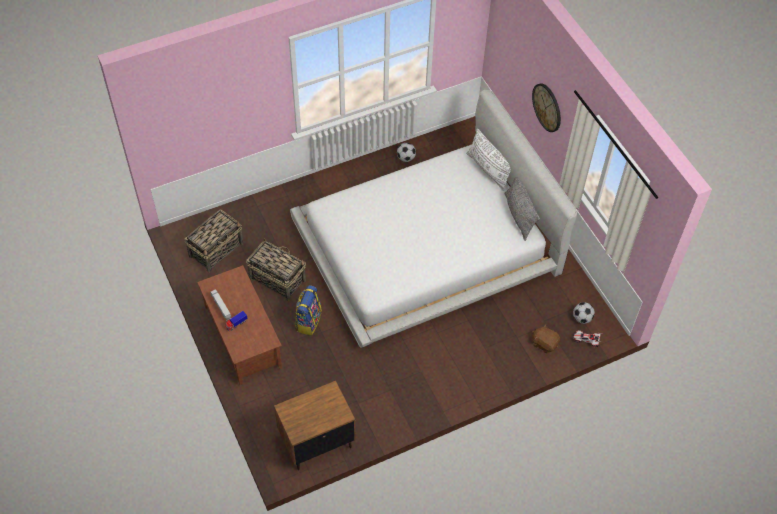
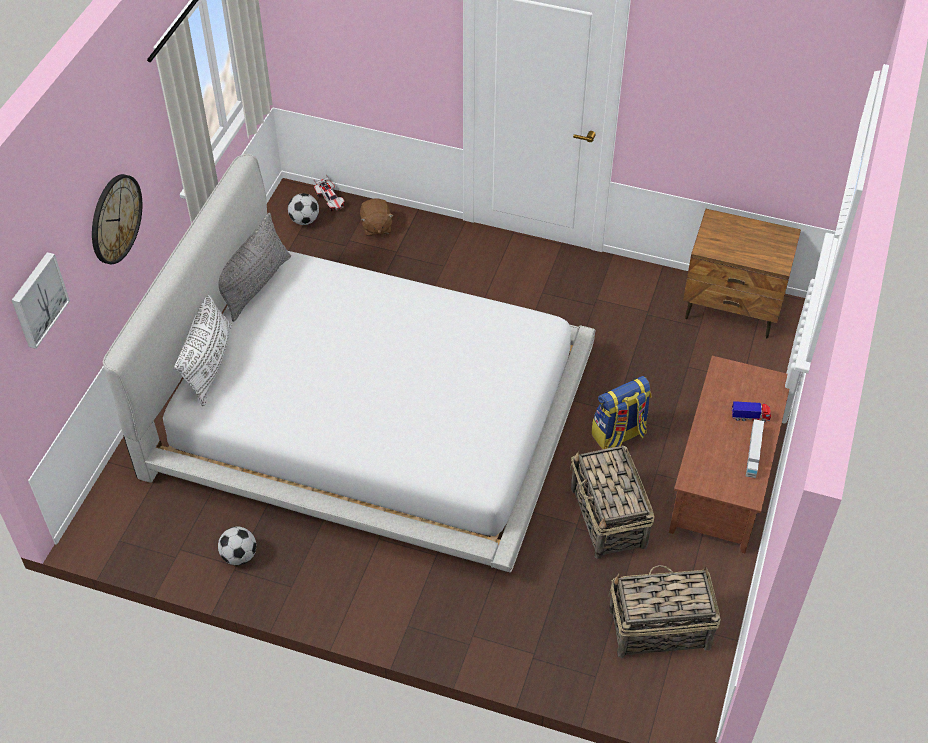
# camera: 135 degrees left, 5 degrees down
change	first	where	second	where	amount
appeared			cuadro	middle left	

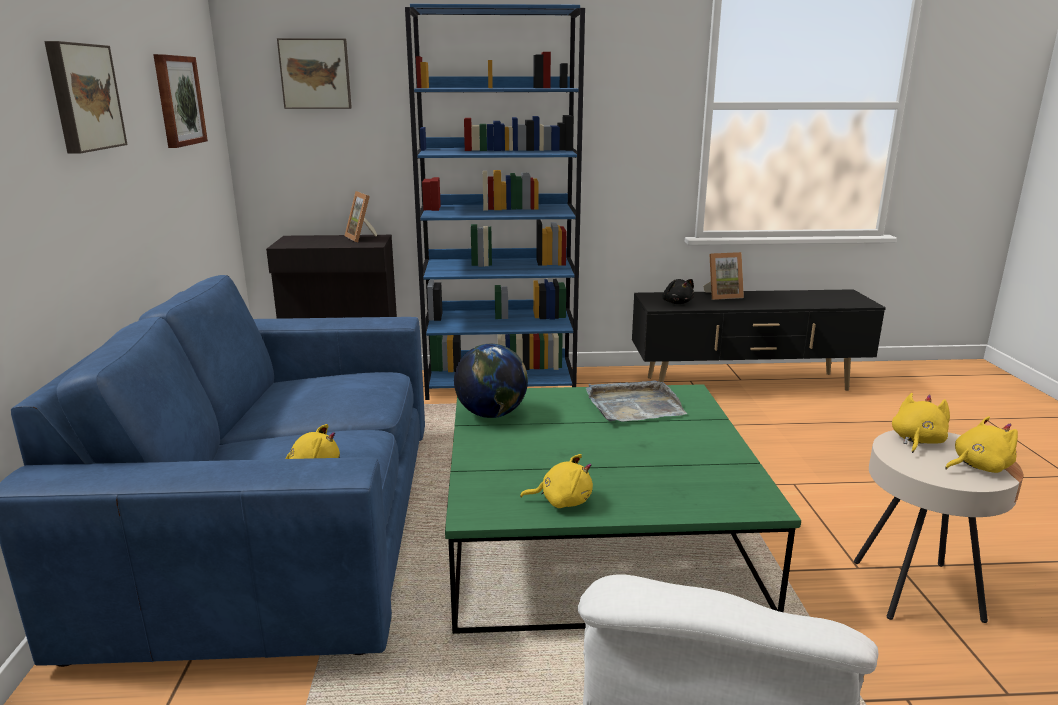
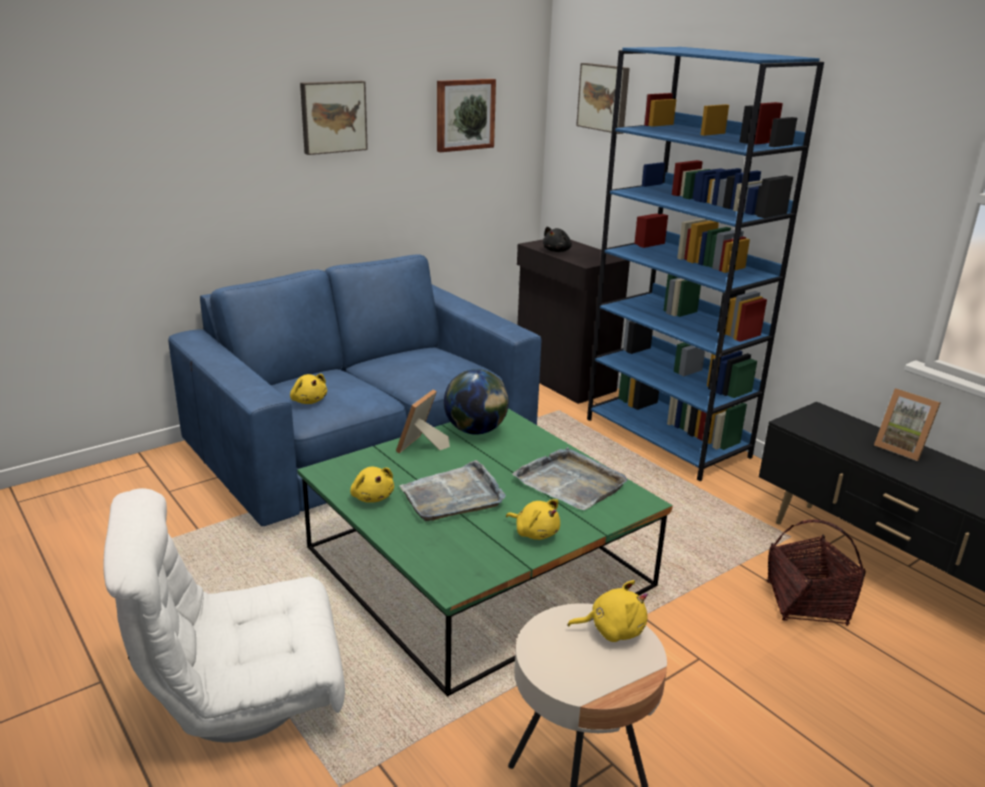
# camera: 55 degrees right, 5 degrees up
change	first	where	second	where	amount
relocated	portarretratos (no. 1 from left)	top centre		centre	
relocated	peluche [negro]	centre		top centre	
relocated	peluche [amarillo] (no. 4 from left in the first image)	middle right	peluche [amarillo] (no. 3 from left)	centre	
appeared			bandeja [gris] (no. 1 from left)	centre	
appeared			cesta	bottom right	

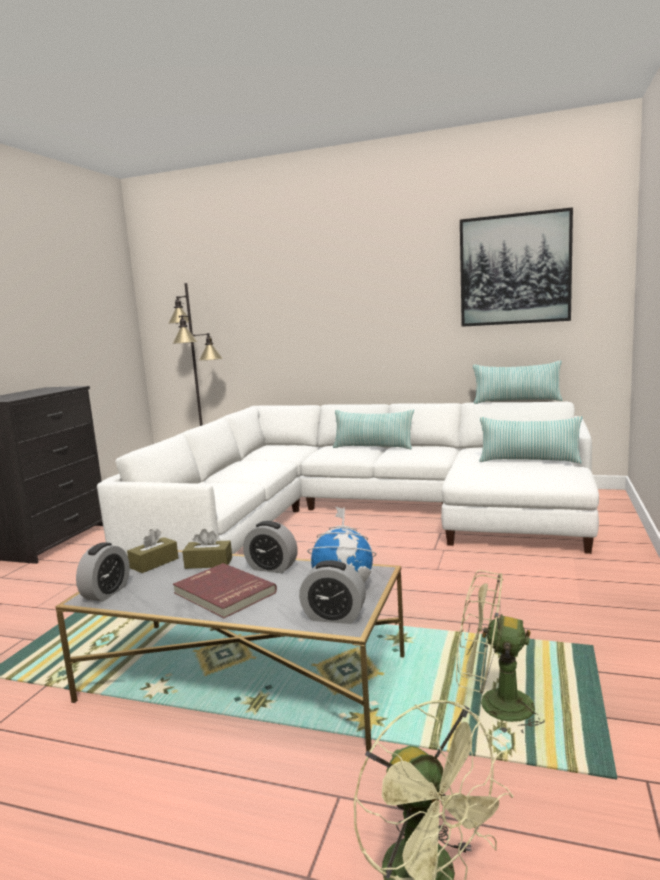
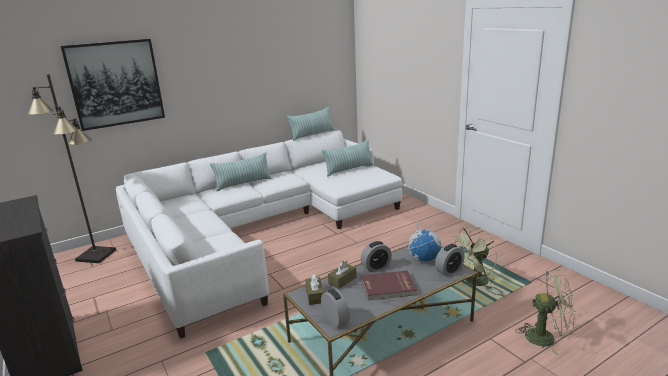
# camera: 50 degrees left, 10 degrees up
change	first	where	second	where	amount
relocated	cuadro	top right		top left	

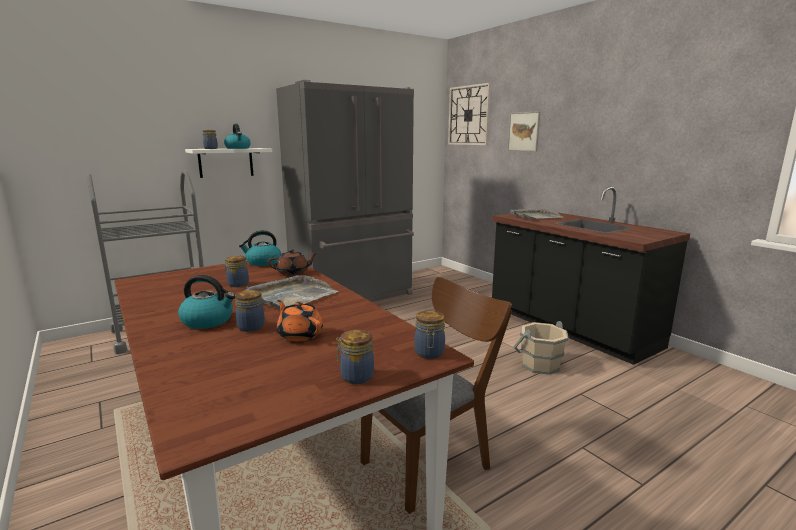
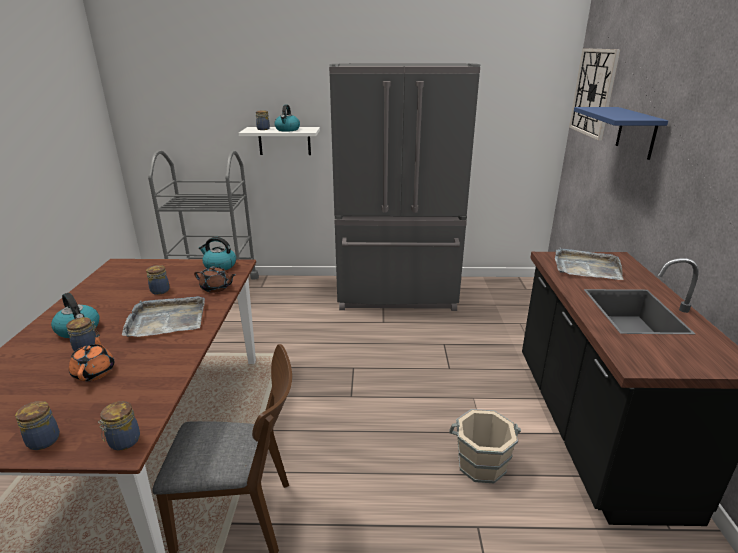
# camera: 35 degrees right, 10 degrees up
change	first	where	second	where	amount
exchanged	cuadro	top centre	estante [azul]	top right	

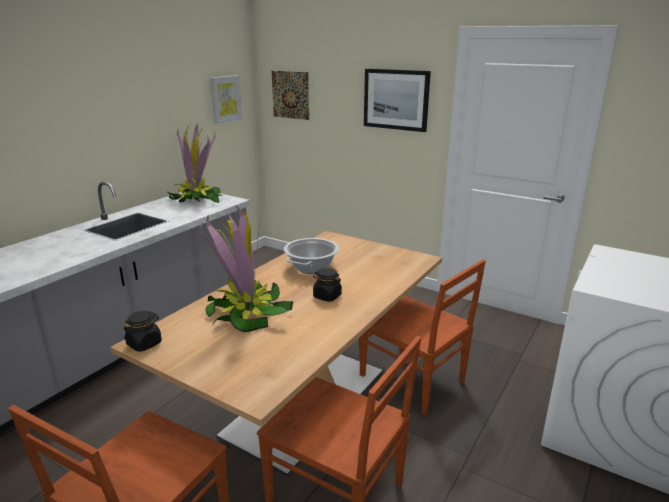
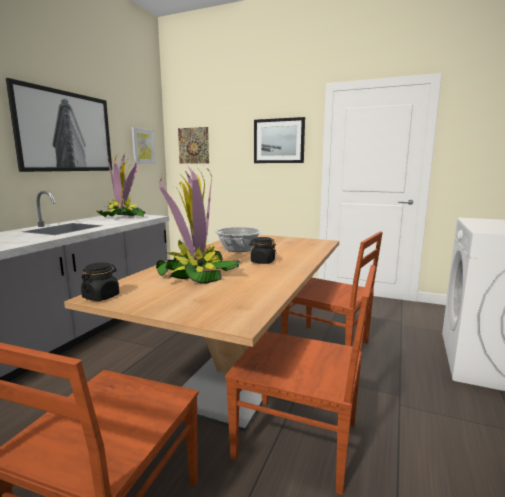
# camera: 10 degrees left, 10 degrees down
change	first	where	second	where	amount
appeared			cuadro (no. 1 from left)	top left	

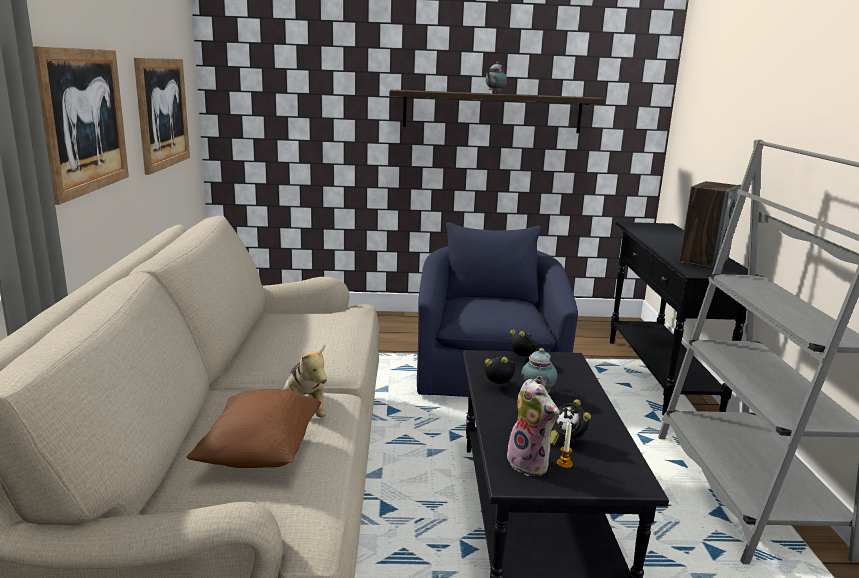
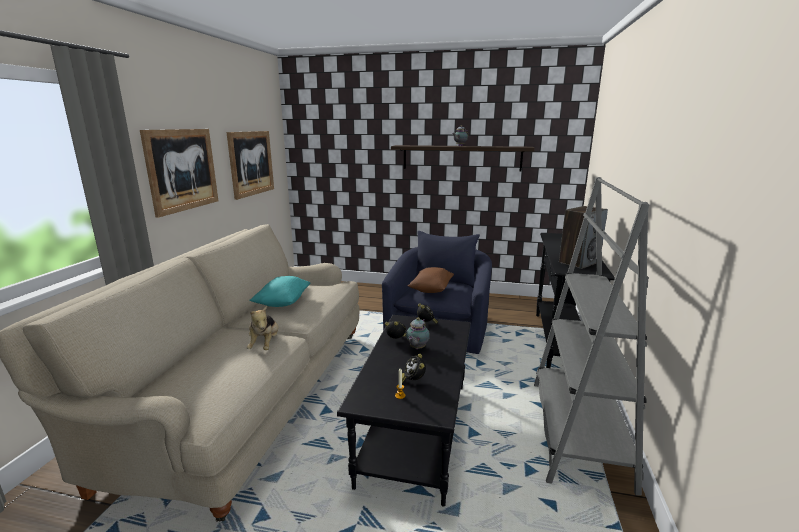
# camera: 15 degrees right, 0 degrees up
change	first	where	second	where	amount
relocated	cojín [marrón]	bottom left		centre	
missing	peluche (no. 2 from left)	bottom centre			
appeared			cojín [turquesa]	centre	

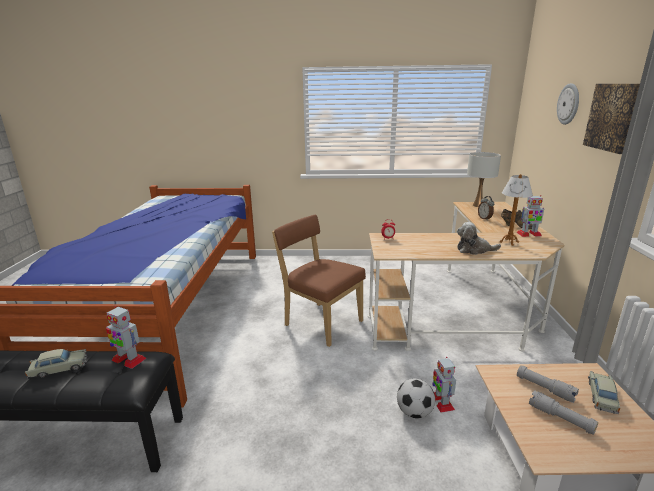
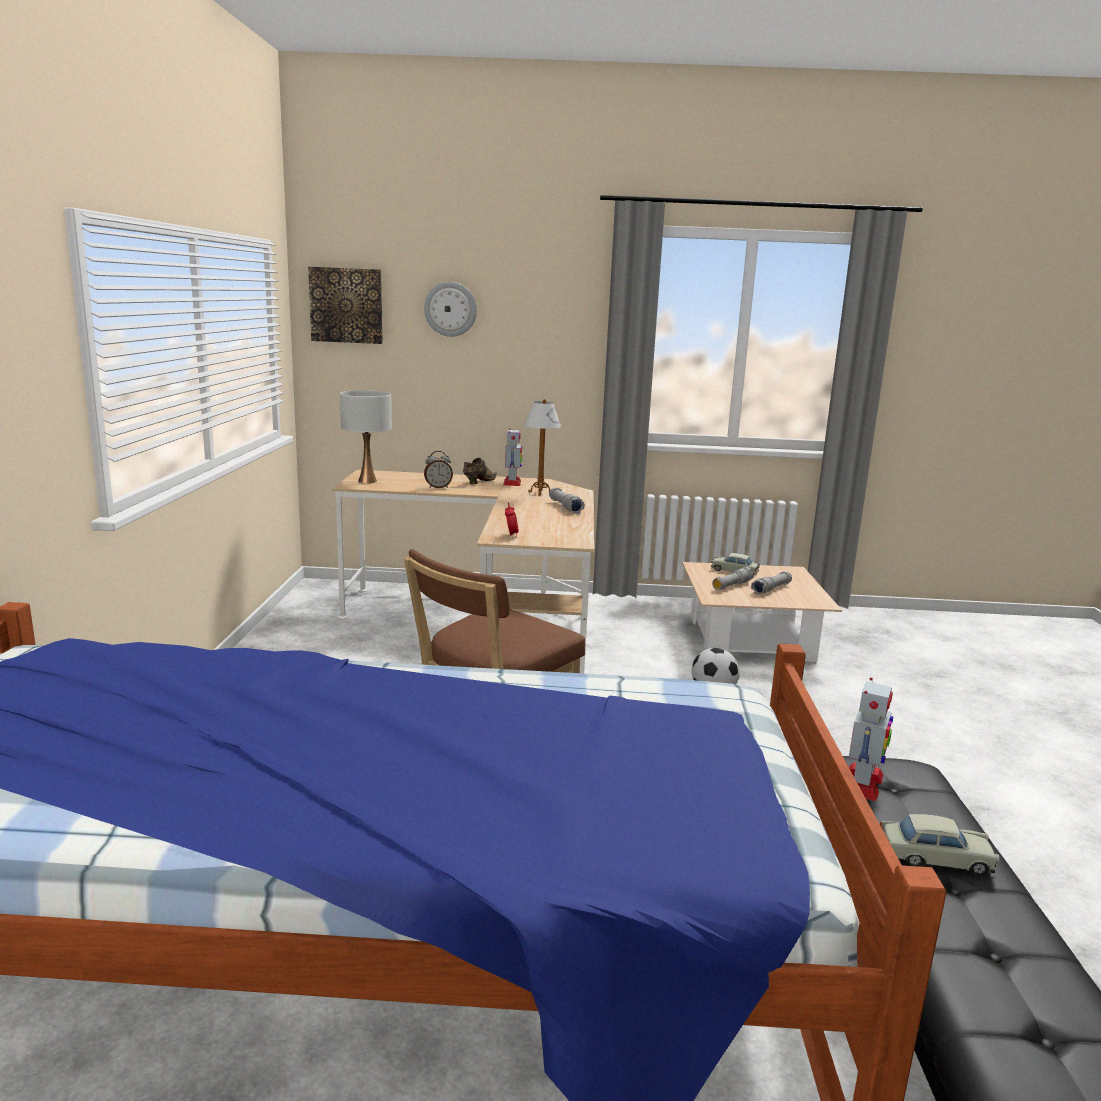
# camera: 90 degrees left, 5 degrees down
change	first	where	second	where	amount
spun	coche de juguete [beis] (no. 1 from left in the first image)	bottom left	coche de juguete [beis] (no. 2 from left)	bottom right	120 degrees clockwise
missing	robot de juguete (no. 2 from left)	bottom right			
exchanged	peluche	middle right	linterna [gris] (no. 1 from left)	centre	
relocated	cuadro	top right		top left	

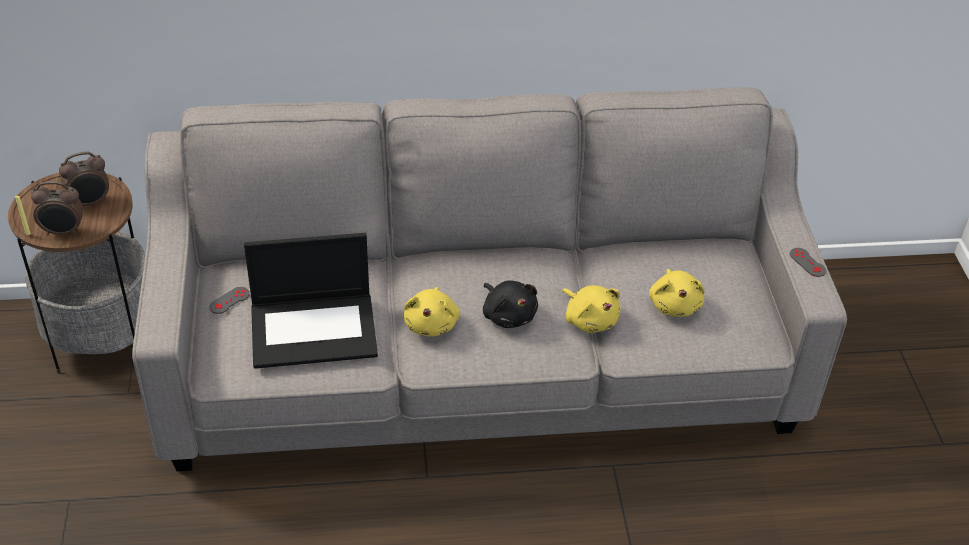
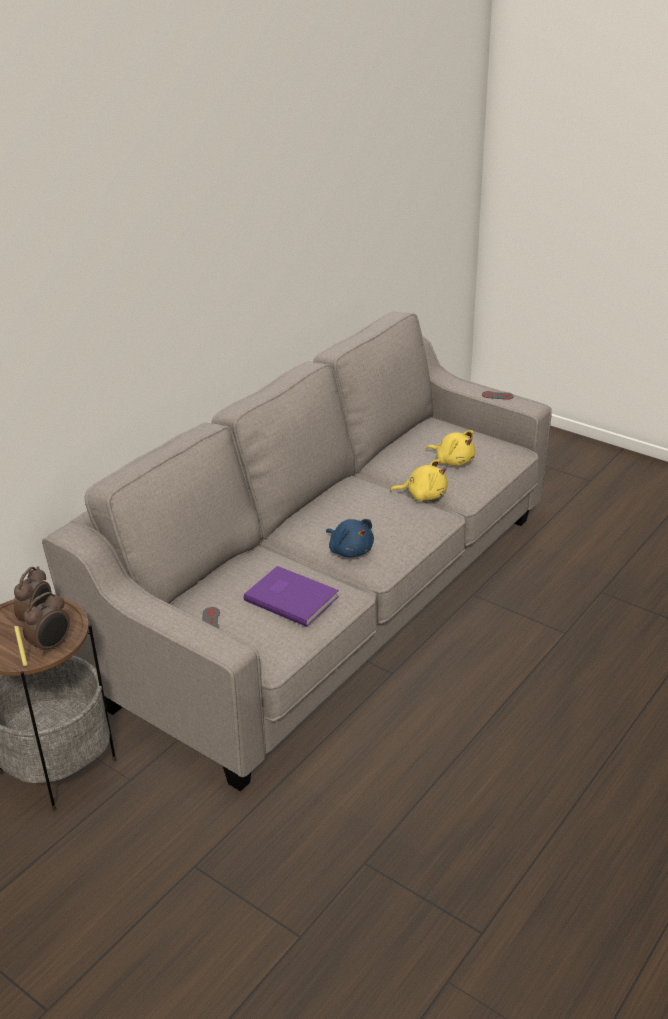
# camera: 45 degrees left, 10 degrees down
change	first	where	second	where	amount
exchanged	portátil	middle left	libro [morado]	centre	
colour	peluche [amarillo] (no. 1 from left)	centre	peluche [azul]	centre	
missing	peluche [negro]	centre			

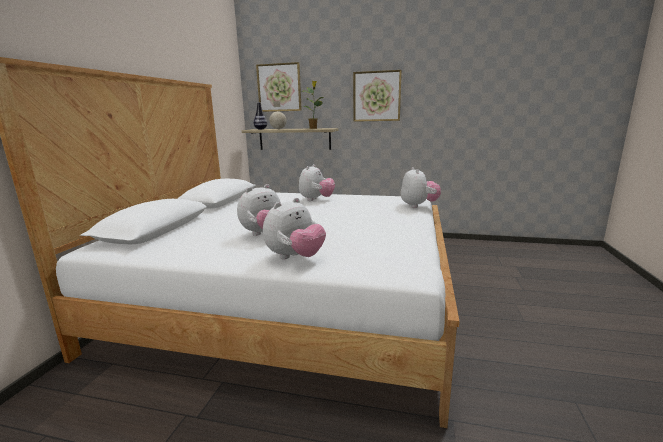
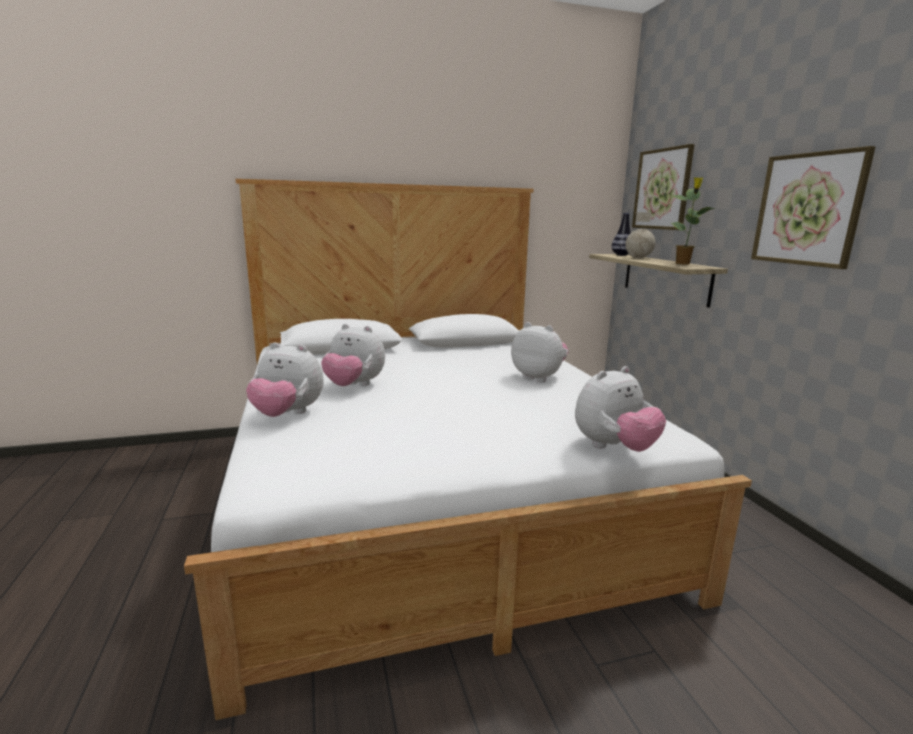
# camera: 60 degrees right, 0 degrees up
change	first	where	second	where	amount
spun	peluche (no. 3 from left)	centre		centre	135 degrees counterclockwise

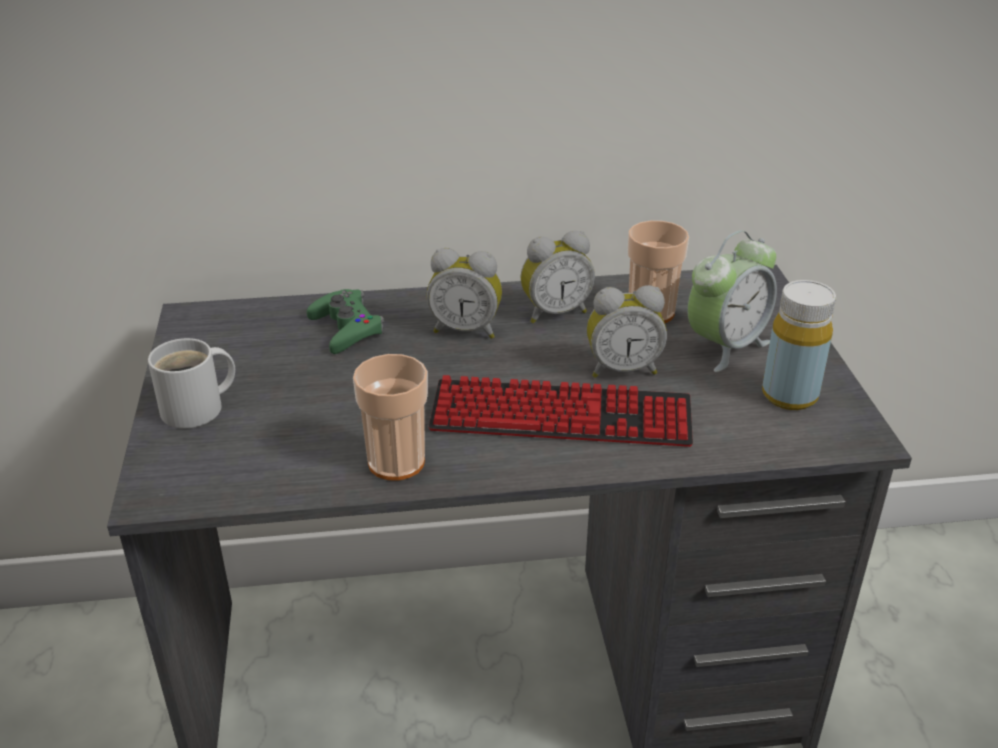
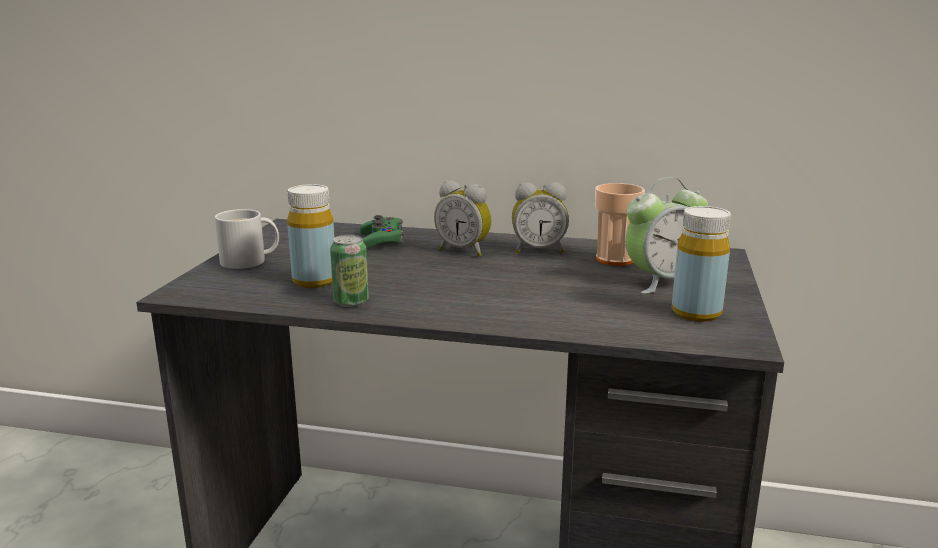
# camera: 20 degrees right, 15 degrees down
change	first	where	second	where	amount
exchanged	taza (no. 1 from left)	centre	lata	centre	
missing	teclado	centre			
missing	despertador (no. 3 from left)	centre			
appeared			botella [amarillo] (no. 1 from left)	middle left	

